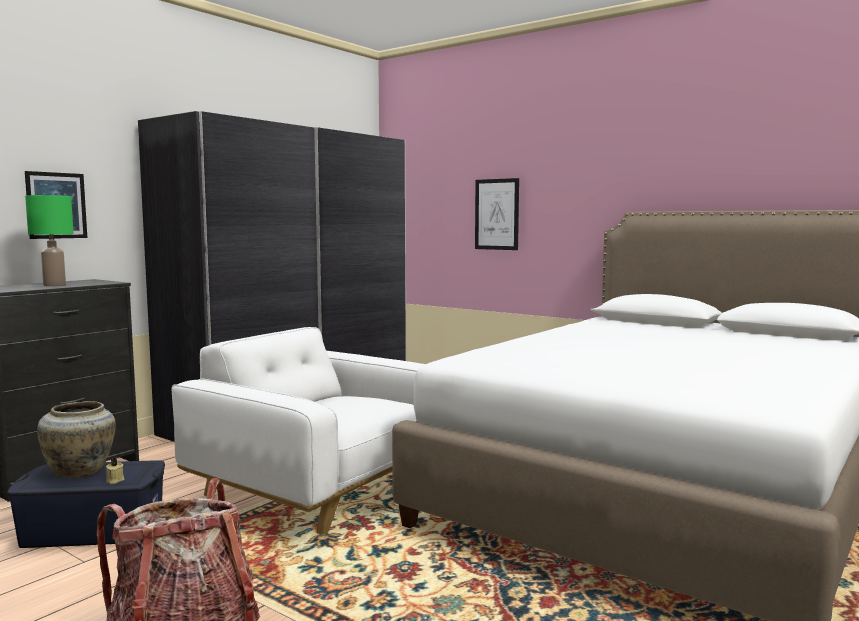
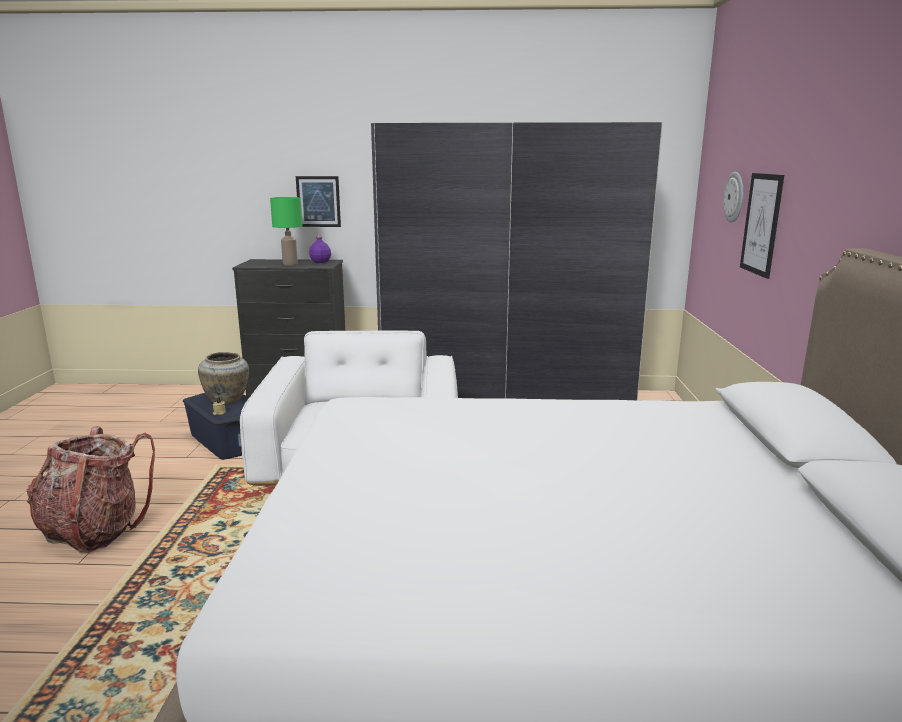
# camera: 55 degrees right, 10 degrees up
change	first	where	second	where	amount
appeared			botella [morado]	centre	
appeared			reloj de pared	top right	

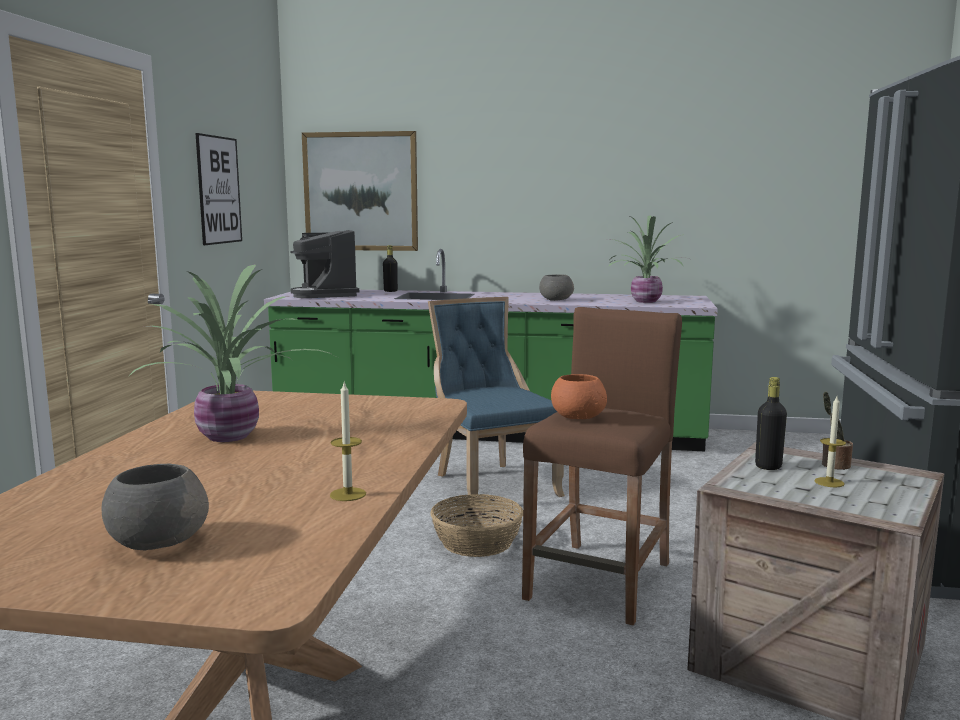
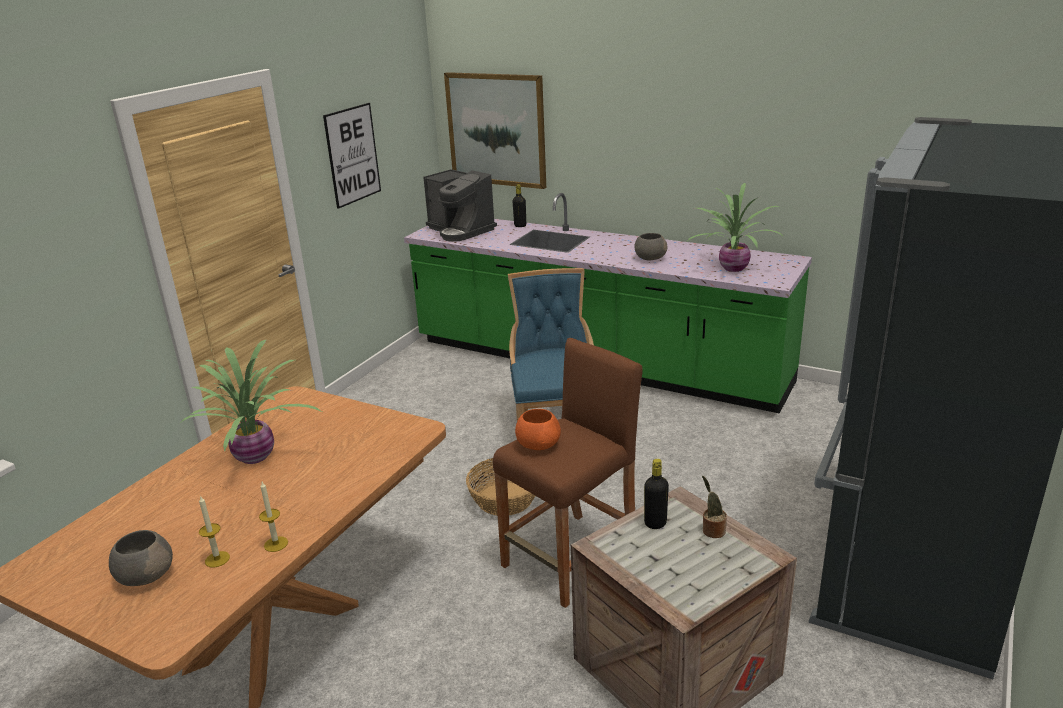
# camera: 20 degrees right, 15 degrees up
change	first	where	second	where	amount
spun	cafetera	centre		top centre	45 degrees counterclockwise
relocated	vela (no. 2 from left in the first image)	middle right	vela (no. 1 from left)	bottom left	

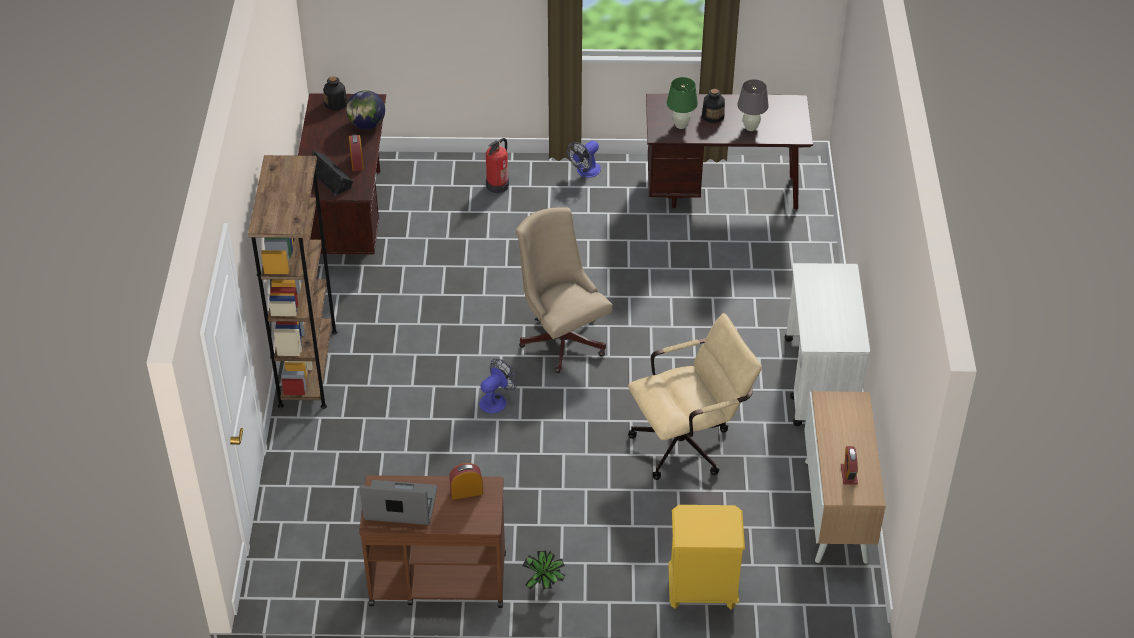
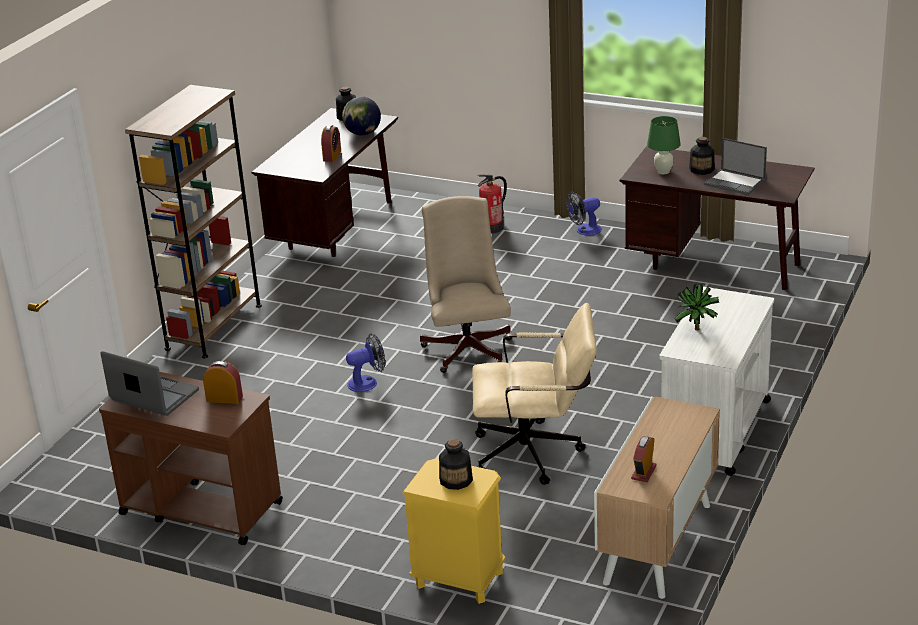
# camera: 25 degrees right, 15 degrees down
change	first	where	second	where	amount
missing	altavoz [negro]	top left			
relocated	planta en maceta	bottom centre		middle right	
exchanged	lámpara de mesa [gris]	top centre	portátil (no. 2 from left)	top right	
appeared			botella (no. 2 from left)	bottom centre	

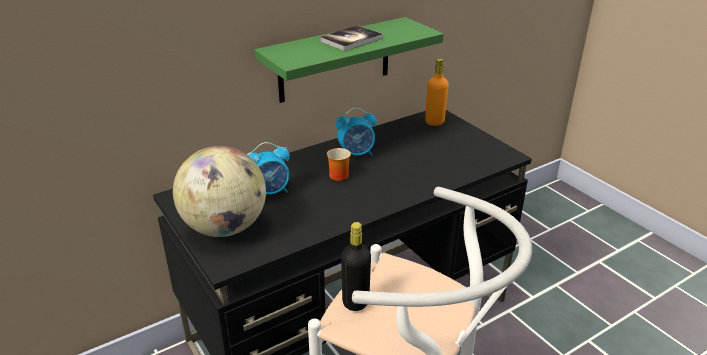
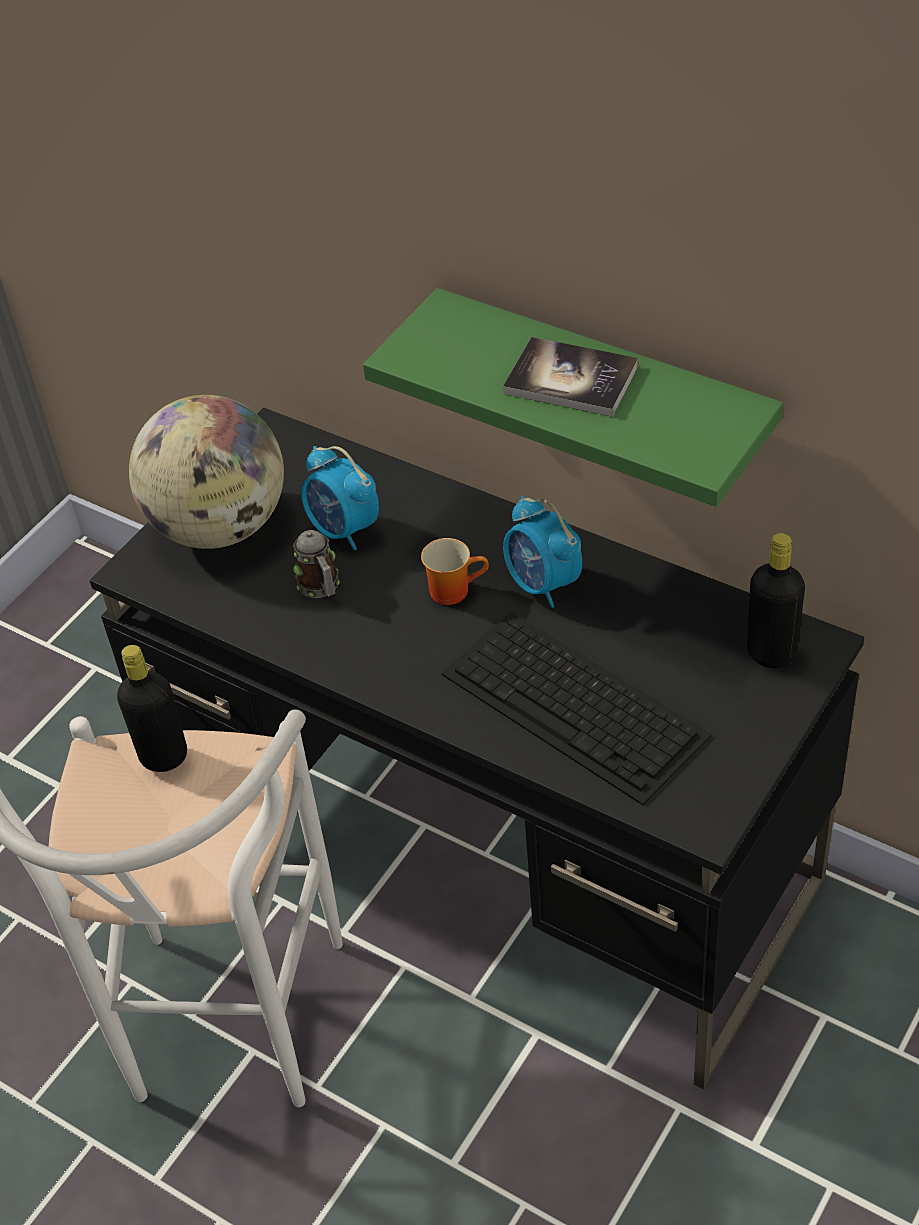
# camera: 70 degrees right, 15 degrees up
change	first	where	second	where	amount
colour	botella [naranja]	top centre	botella [negro] (no. 2 from left)	middle right	
appeared			taza grande (no. 1 from left)	centre	
appeared			teclado	centre	

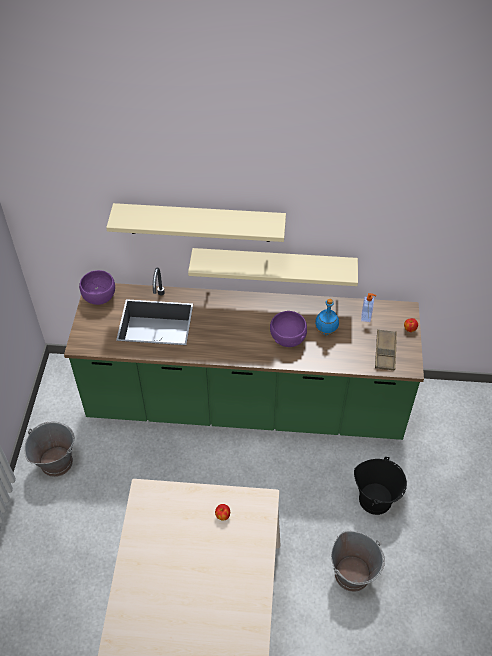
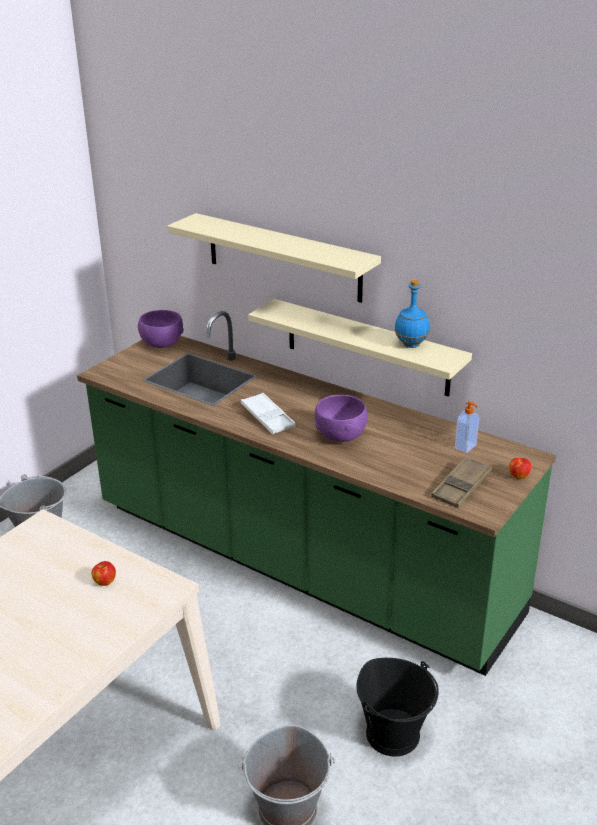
# camera: 30 degrees right, 20 degrees down
change	first	where	second	where	amount
relocated	botella [azul]	centre		middle right	
appeared			bandeja [blanco]	centre	

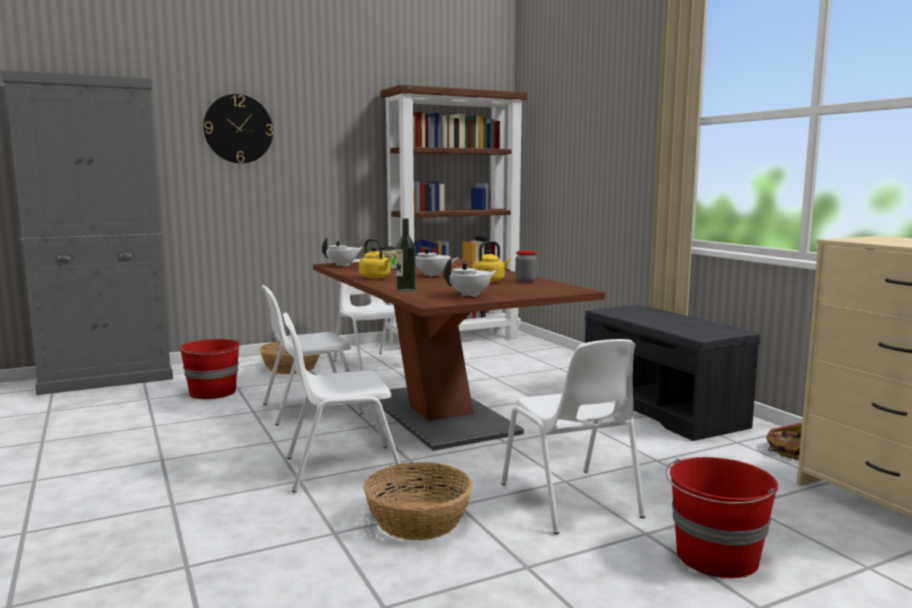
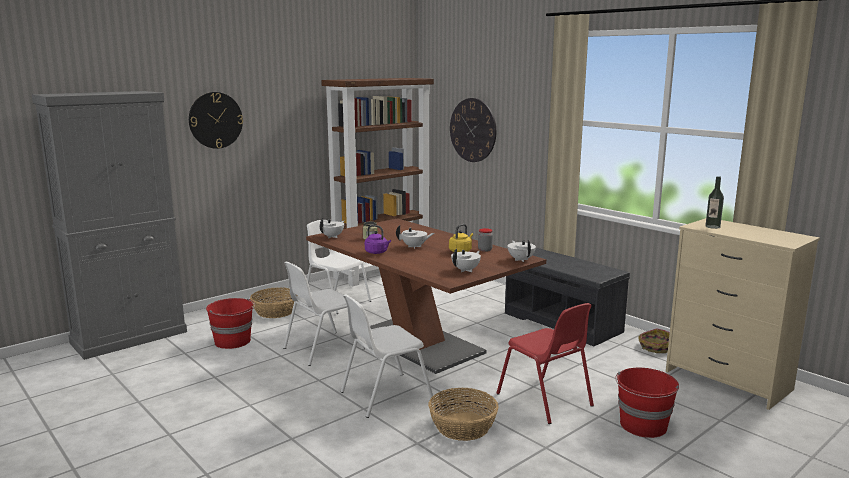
# camera: 15 degrees left, 5 degrees up
change	first	where	second	where	amount
colour	hervidor [amarillo] (no. 1 from left)	centre	hervidor [morado]	centre	
relocated	botella	centre		middle right	
colour	silla [blanco] (no. 4 from left)	bottom centre	silla [rojo]	bottom centre	
appeared			reloj de pared (no. 2 from left)	top centre	
appeared			tetera [blanco] (no. 4 from left)	centre	

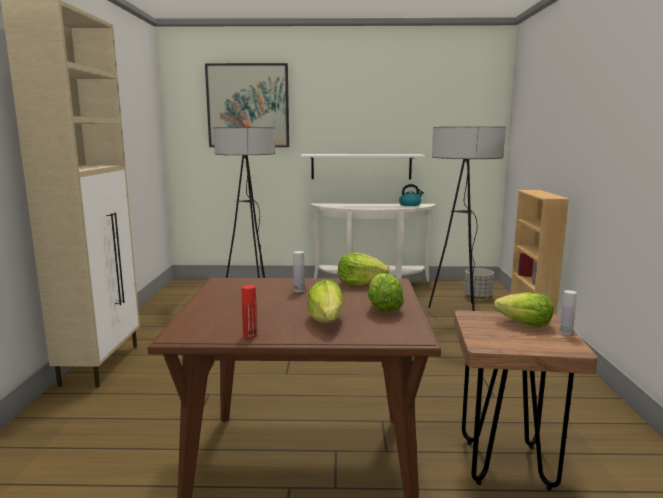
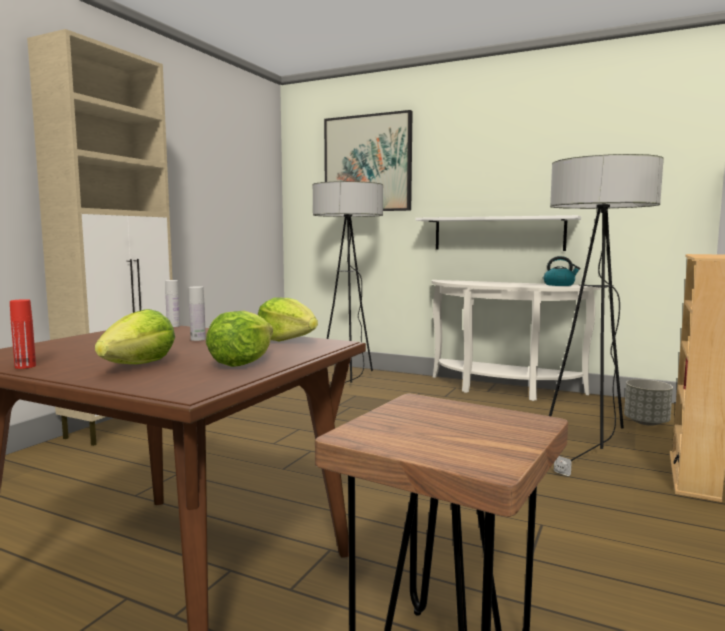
# camera: 25 degrees right, 5 degrees down
change	first	where	second	where	amount
missing	lechuga (no. 4 from left)	middle right			
relocated	botella [blanco] (no. 2 from left in the first image)	middle right	botella [blanco] (no. 1 from left)	middle left	

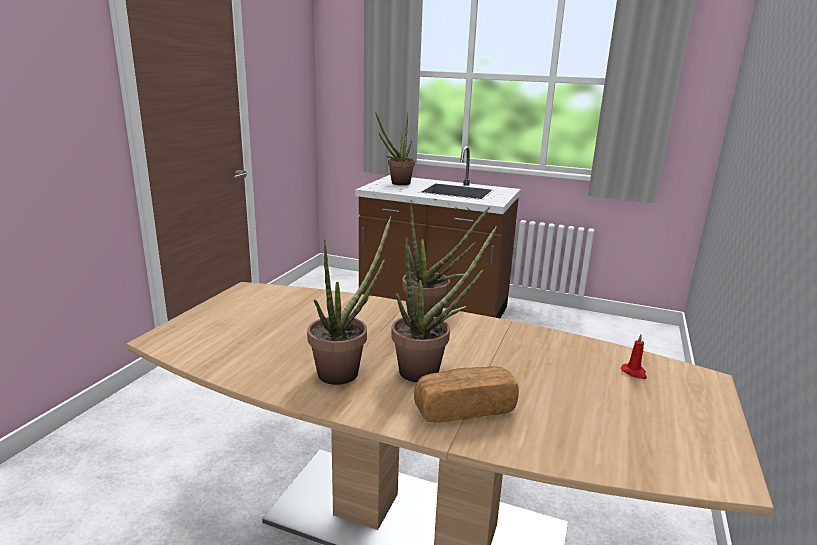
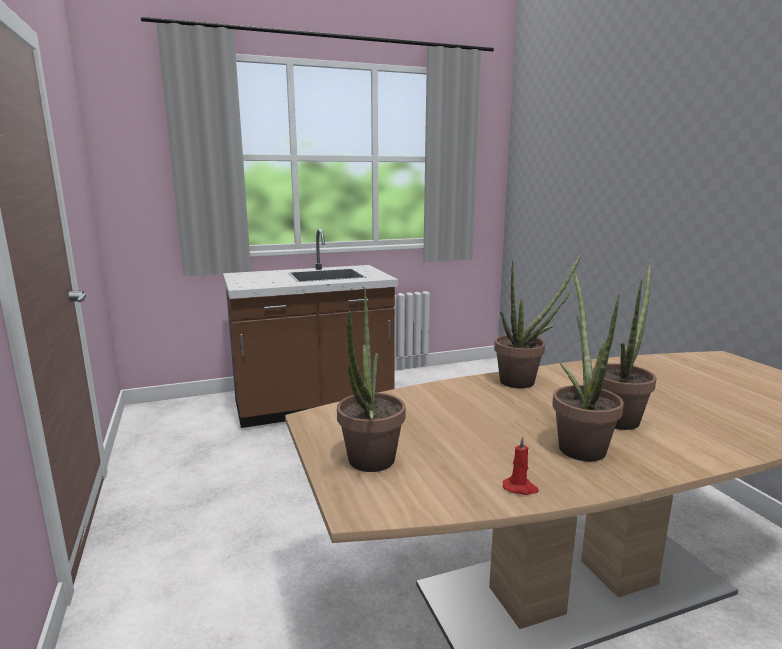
# camera: 40 degrees left, 5 degrees down
change	first	where	second	where	amount
relocated	planta en maceta (no. 2 from left in the first image)	top centre	planta en maceta (no. 1 from left)	centre	
missing	pan	bottom centre			
relocated	vela [rojo]	middle right		bottom centre	

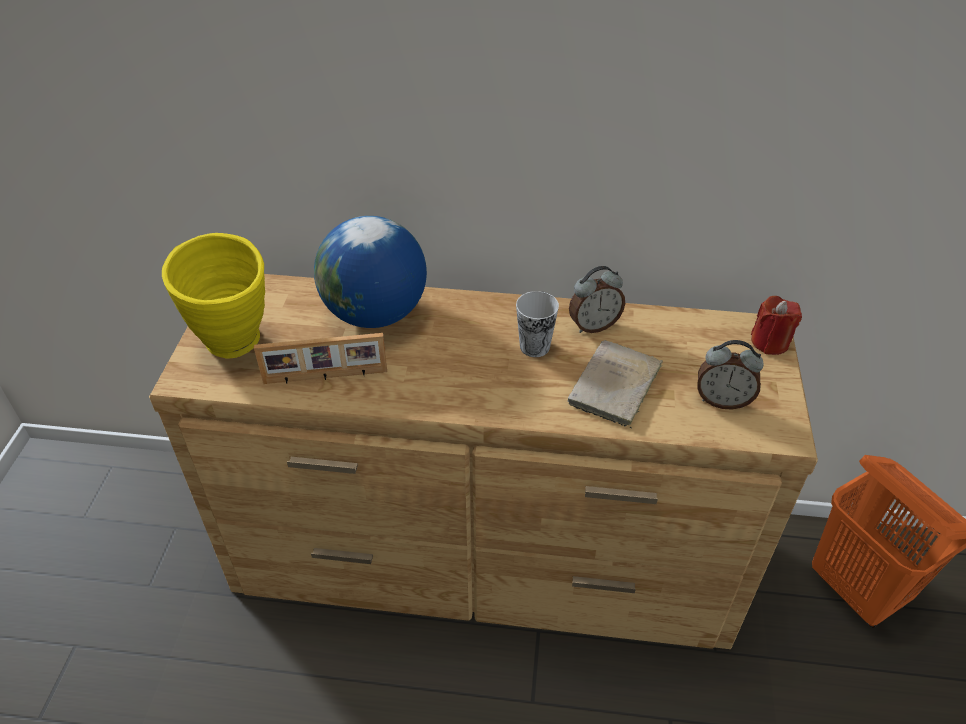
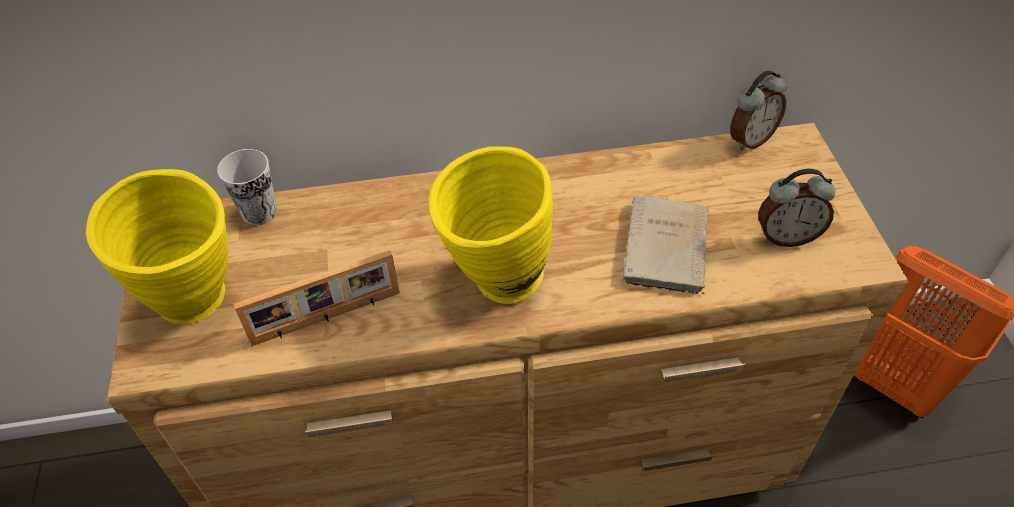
# camera: 15 degrees left, 5 degrees up
change	first	where	second	where	amount
missing	globo terráqueo	centre			
relocated	taza	centre		middle left	
relocated	despertador (no. 1 from left)	centre		top right	
missing	vela [rojo]	middle right			
appeared			florero [amarillo] (no. 2 from left)	centre	

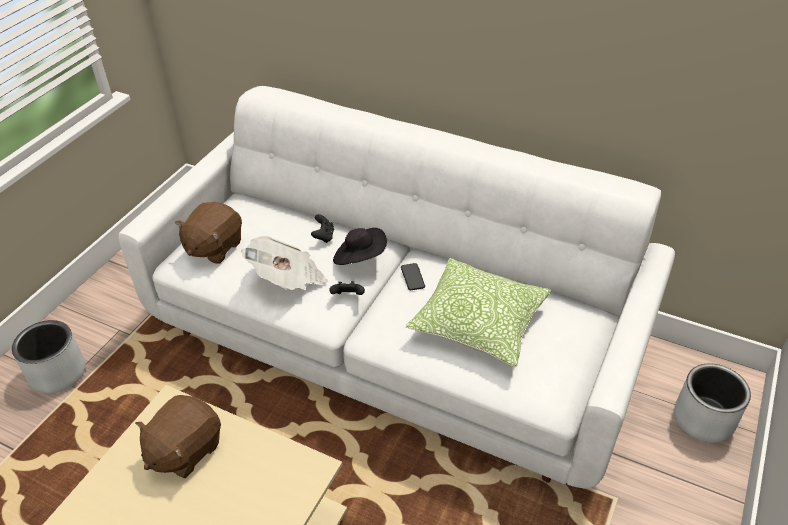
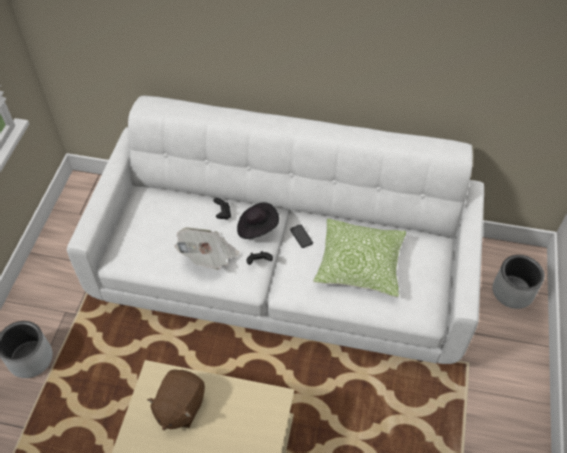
# camera: 15 degrees left, 10 degrees up
change	first	where	second	where	amount
missing	peluche [marrón] (no. 2 from left)	middle left			

